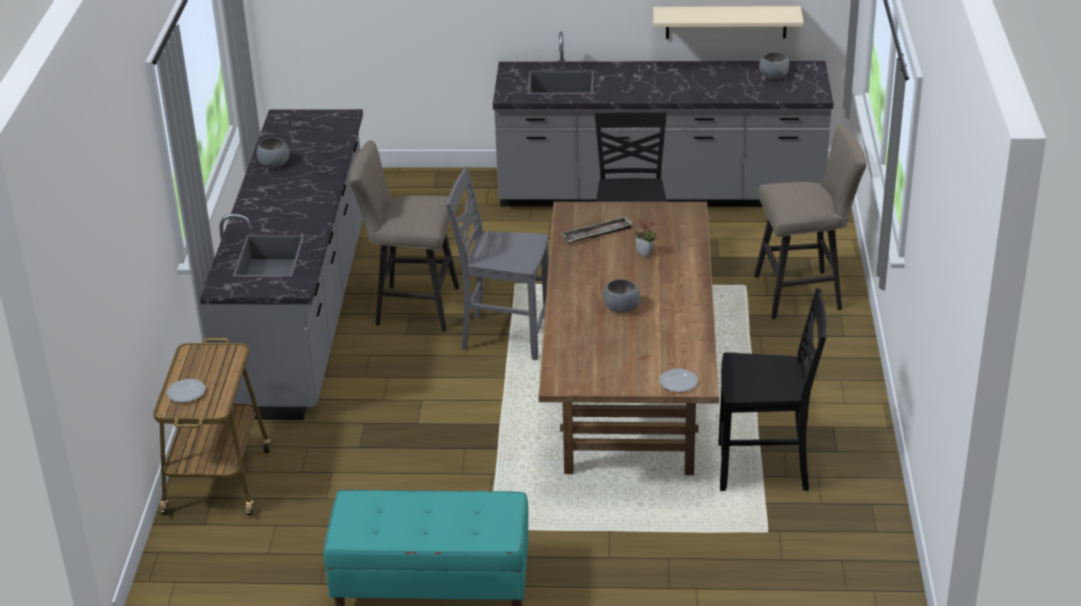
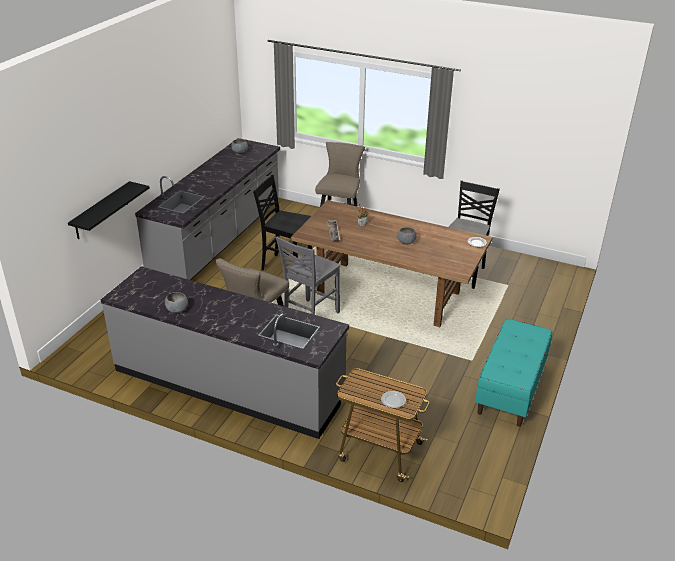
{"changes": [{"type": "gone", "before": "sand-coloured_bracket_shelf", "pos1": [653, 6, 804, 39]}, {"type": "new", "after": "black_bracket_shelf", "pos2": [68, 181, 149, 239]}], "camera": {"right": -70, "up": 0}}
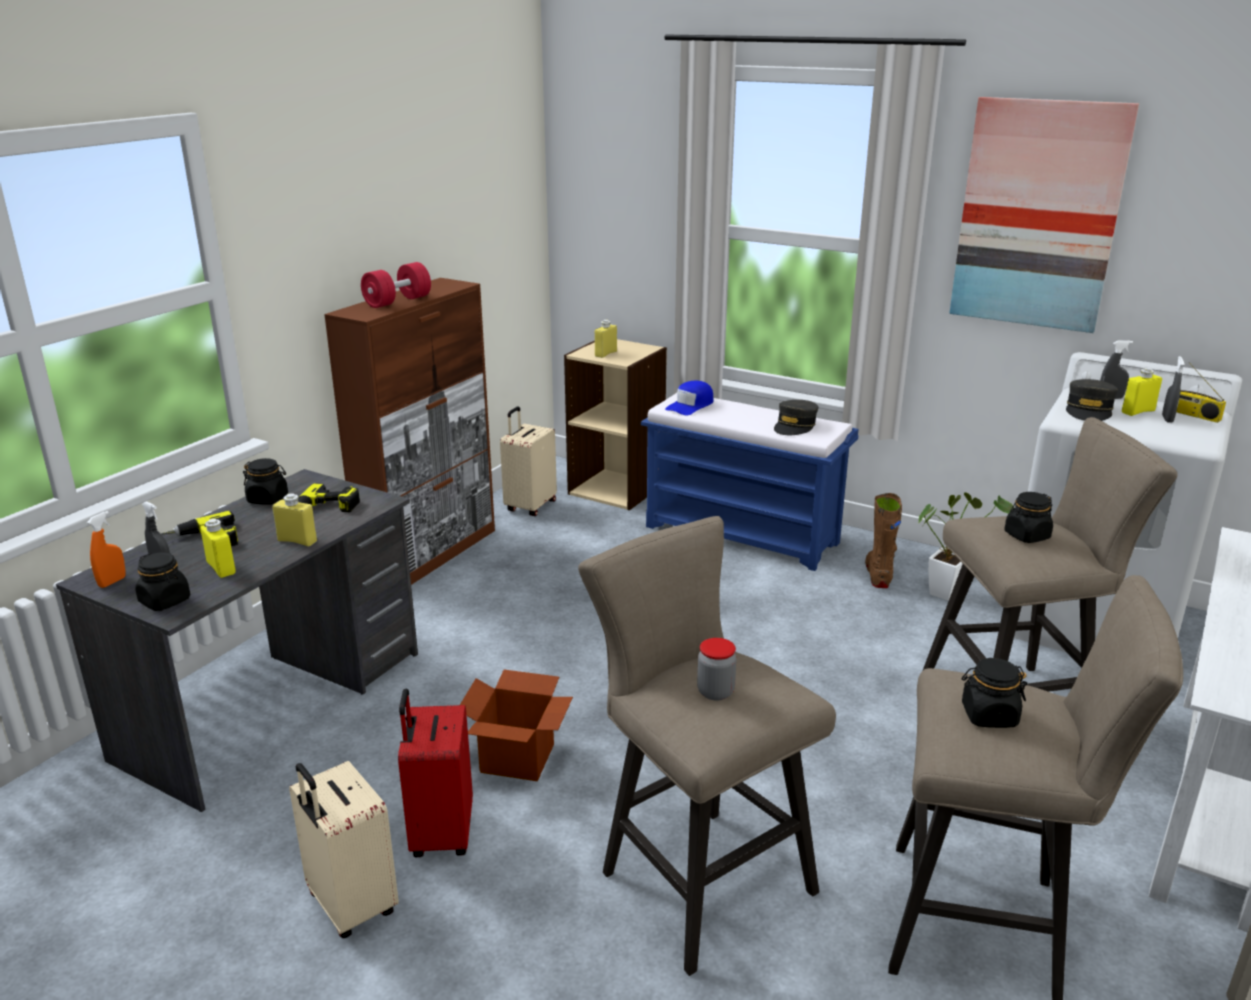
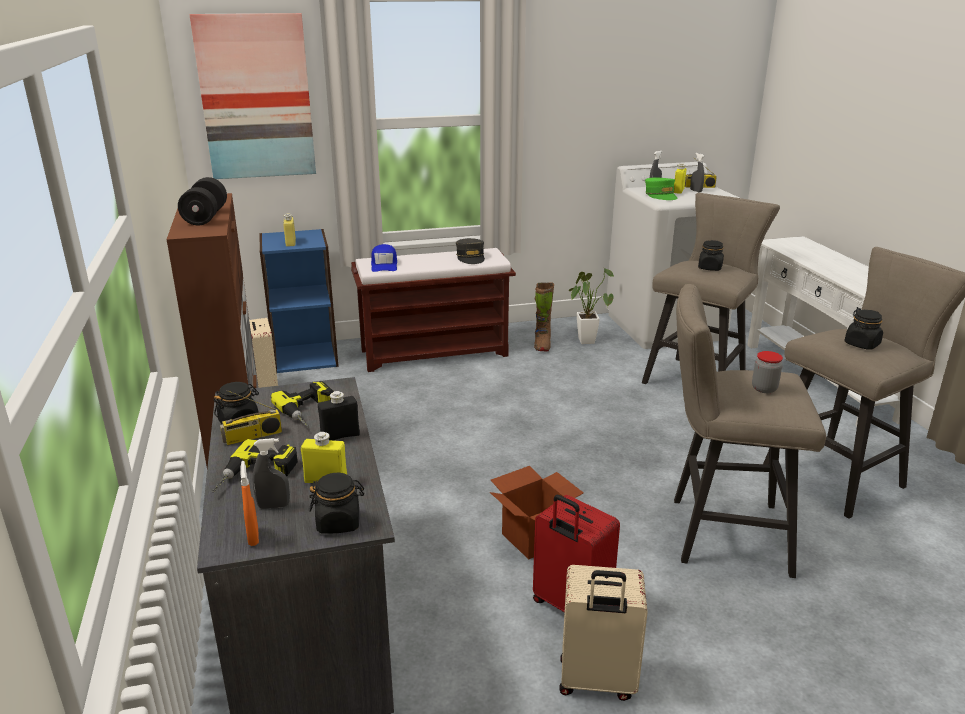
{"changes": [{"type": "new", "after": "radio", "pos2": [220, 390, 282, 445]}, {"type": "shifted", "before": "wall_art", "pos1": [949, 97, 1139, 333], "pos2": [189, 13, 316, 179]}, {"type": "repainted", "before": "yellow-coloured_beverage_bottle", "after": "black_beverage_bottle", "pos1": [272, 493, 317, 547], "pos2": [318, 391, 360, 440]}, {"type": "repainted", "before": "red_hand_weight", "after": "black_hand_weight", "pos1": [361, 262, 431, 308], "pos2": [178, 177, 227, 225]}, {"type": "repainted", "before": "sand-coloured_shelving_unit", "after": "bluish_shelving_unit", "pos1": [564, 339, 667, 510], "pos2": [259, 229, 339, 373]}, {"type": "repainted", "before": "bluish_indoor_bench", "after": "brownish_indoor_bench", "pos1": [641, 393, 858, 571], "pos2": [351, 248, 516, 372]}, {"type": "repainted", "before": "greyish_peaked_cap", "after": "green-coloured_peaked_cap", "pos1": [1066, 379, 1118, 421], "pos2": [645, 178, 678, 200]}, {"type": "rotated", "before": "brownish_boot", "pos1": [865, 493, 902, 588], "pos2": [534, 282, 554, 351], "turn": -135}], "camera": {"right": -45, "up": 0}}
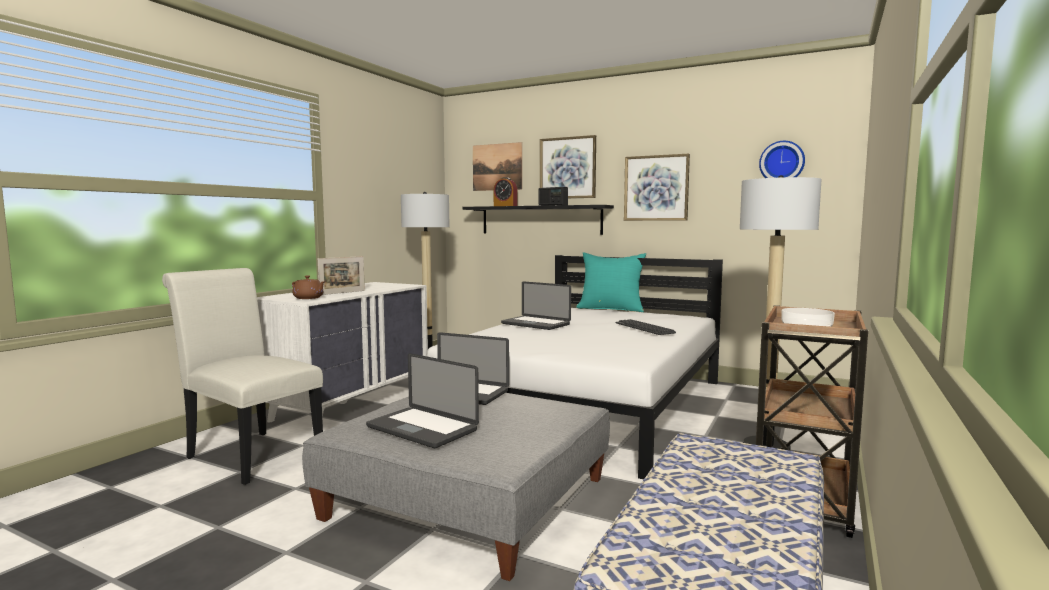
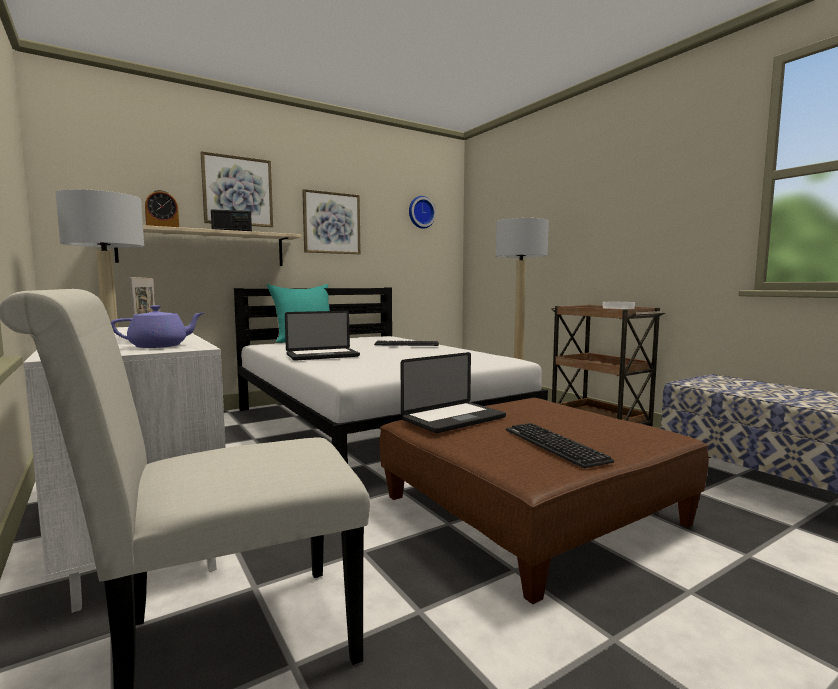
{"changes": [{"type": "gone", "before": "wall_art", "pos1": [473, 142, 522, 191]}, {"type": "swapped", "before": "portable_computer", "after": "keyboard", "pos1": [366, 353, 479, 448], "pos2": [506, 423, 614, 468]}, {"type": "repainted", "before": "brownish_teapot", "after": "purplish_teapot", "pos1": [292, 276, 325, 299], "pos2": [111, 305, 204, 348]}, {"type": "repainted", "before": "greyish_pouffe", "after": "brownish_pouffe", "pos1": [302, 393, 610, 581], "pos2": [379, 398, 709, 604]}, {"type": "repainted", "before": "black_bracket_shelf", "after": "sand-coloured_bracket_shelf", "pos1": [462, 205, 614, 235], "pos2": [114, 225, 301, 266]}], "camera": {"right": -60, "up": 0}}
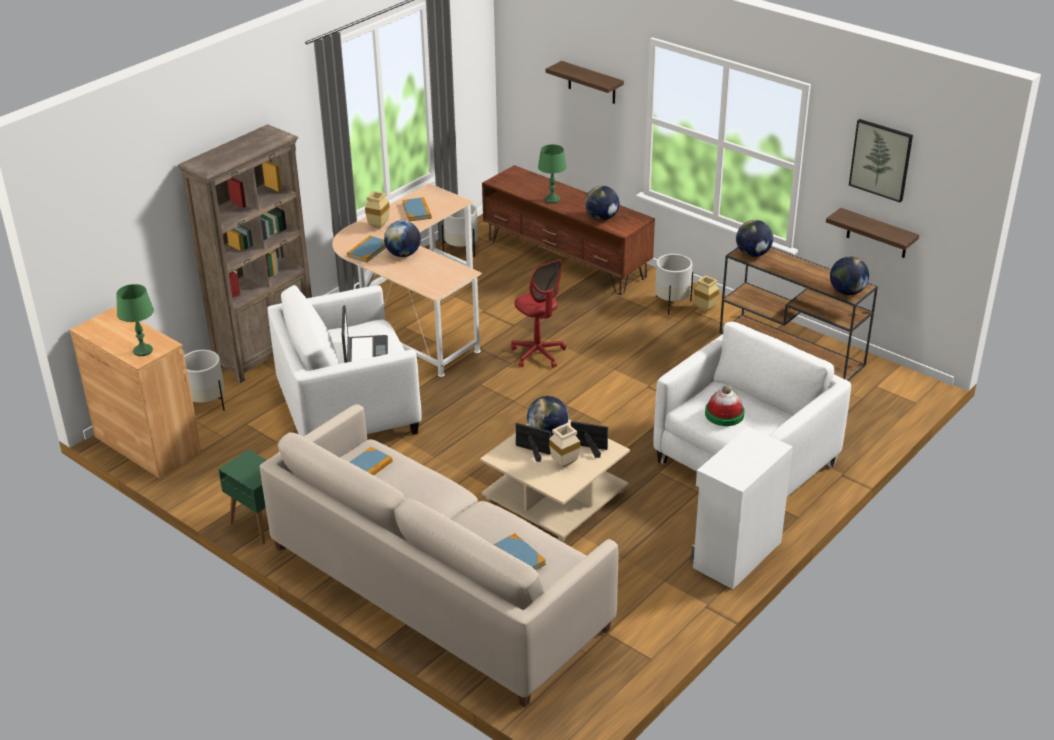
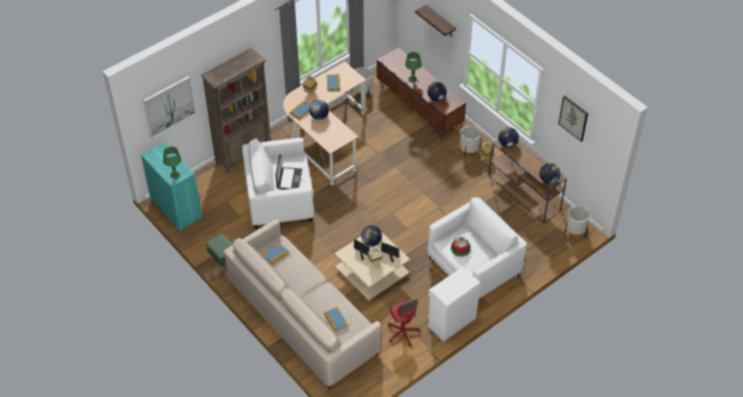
{"changes": [{"type": "gone", "before": "bracket_shelf", "pos1": [826, 208, 919, 258]}, {"type": "new", "after": "wall_art", "pos2": [143, 76, 196, 139]}, {"type": "shifted", "before": "white_planter", "pos1": [184, 350, 225, 411], "pos2": [564, 206, 590, 237]}, {"type": "shifted", "before": "red_computer_chair", "pos1": [511, 259, 566, 368], "pos2": [388, 299, 420, 347]}, {"type": "repainted", "before": "brownish_storage_cabinet", "after": "turquoise_storage_cabinet", "pos1": [70, 307, 202, 479], "pos2": [141, 142, 202, 230]}], "camera": {"right": 10, "up": 15}}
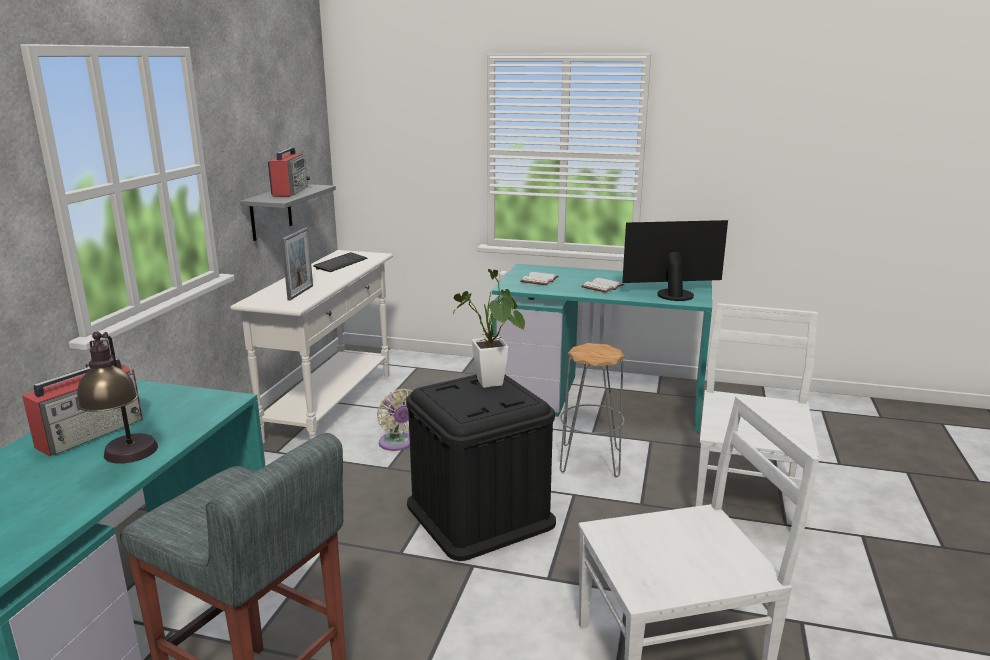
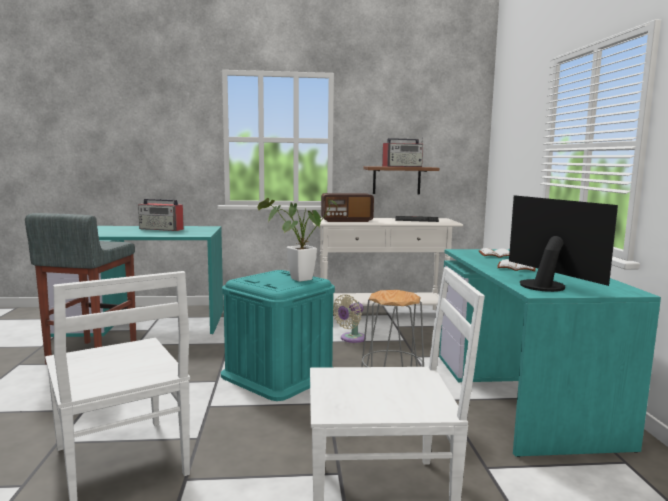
{"changes": [{"type": "gone", "before": "tabletop_lamp", "pos1": [77, 331, 158, 464]}, {"type": "swapped", "before": "standing_frame", "after": "radio", "pos1": [281, 228, 313, 301], "pos2": [321, 193, 374, 222]}, {"type": "repainted", "before": "greyish_bracket_shelf", "after": "brownish_bracket_shelf", "pos1": [240, 184, 336, 241], "pos2": [363, 166, 439, 194]}, {"type": "repainted", "before": "black_storage_box", "after": "turquoise_storage_box", "pos1": [406, 374, 556, 561], "pos2": [221, 270, 335, 401]}], "camera": {"right": 70, "up": -10}}
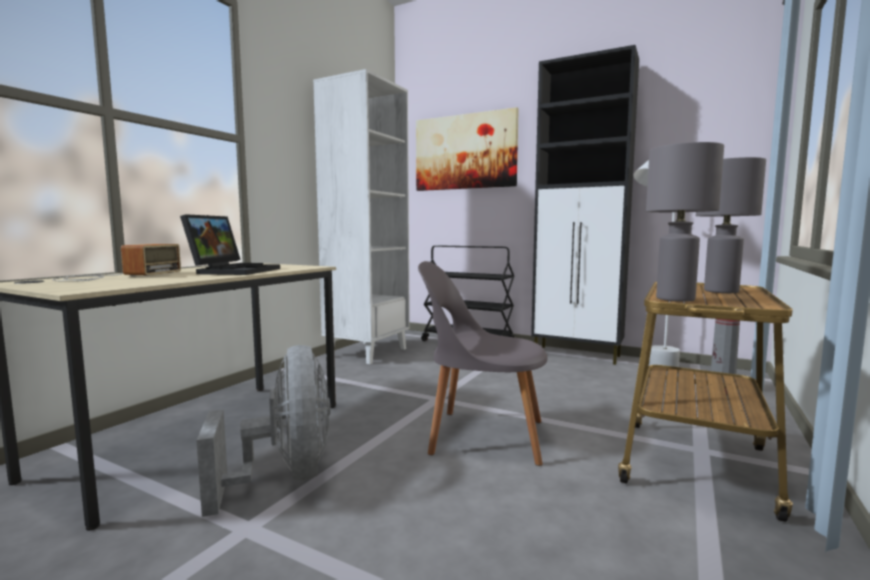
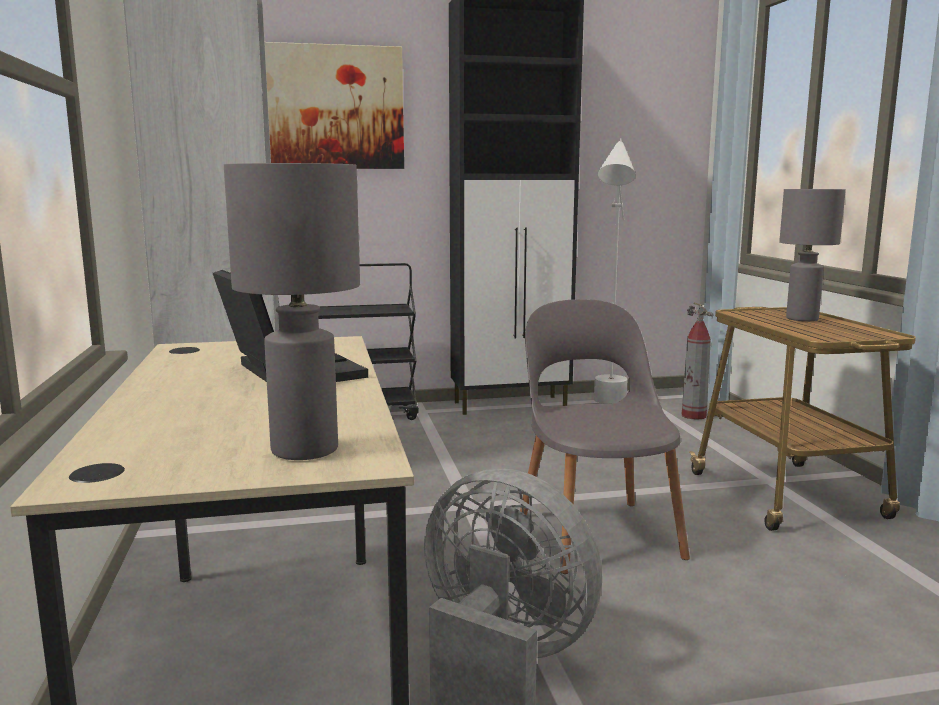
{"changes": [{"type": "gone", "before": "radio", "pos1": [53, 244, 181, 282]}, {"type": "shifted", "before": "greyish_tabletop_lamp", "pos1": [646, 142, 724, 302], "pos2": [224, 163, 360, 460]}, {"type": "rotated", "before": "greyish_chair", "pos1": [418, 261, 547, 466], "pos2": [520, 299, 690, 574], "turn": 105}], "camera": {"right": -40, "up": 5}}
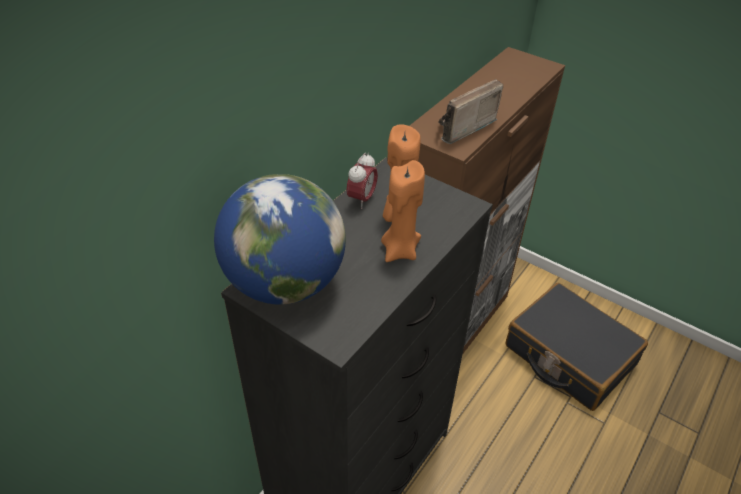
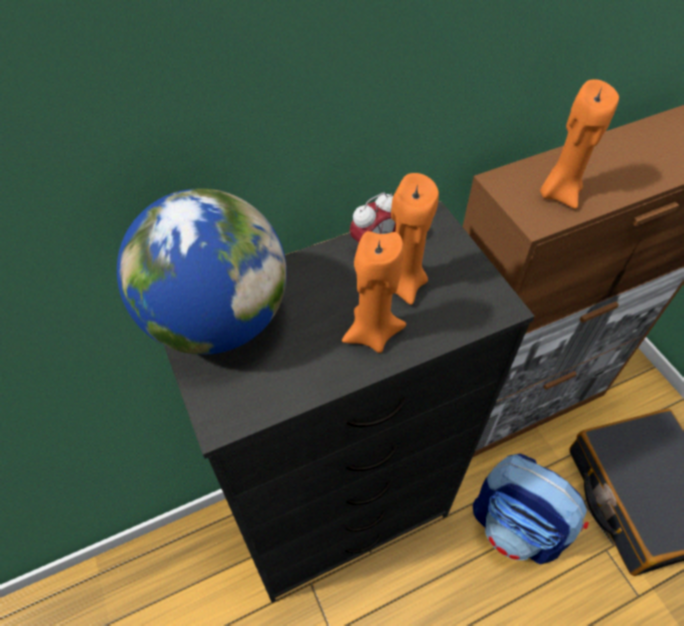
{"changes": [{"type": "new", "after": "backpack", "pos2": [473, 453, 589, 564]}, {"type": "swapped", "before": "radio", "after": "orangey_wax_candle", "pos1": [438, 79, 503, 144], "pos2": [540, 79, 619, 209]}], "camera": {"right": 30, "up": 10}}
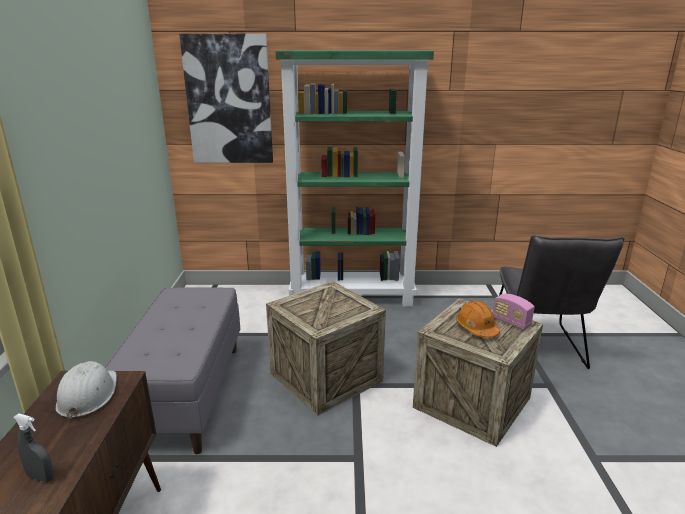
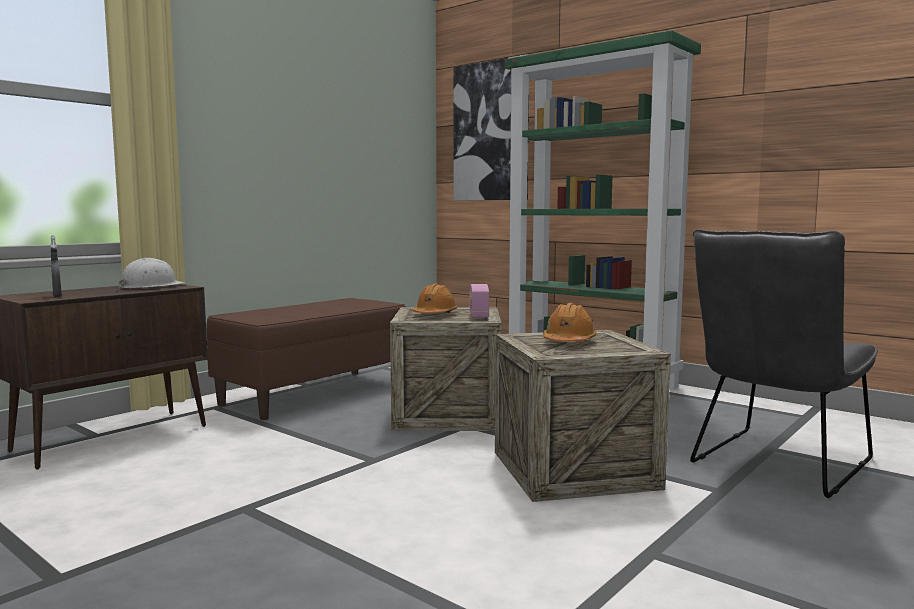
{"changes": [{"type": "new", "after": "orangey_hard_hat", "pos2": [413, 283, 457, 313]}, {"type": "shifted", "before": "radio", "pos1": [493, 294, 535, 330], "pos2": [469, 284, 489, 319]}, {"type": "repainted", "before": "greyish_indoor_bench", "after": "brownish_indoor_bench", "pos1": [105, 287, 240, 454], "pos2": [206, 298, 406, 420]}], "camera": {"right": 40, "up": -15}}
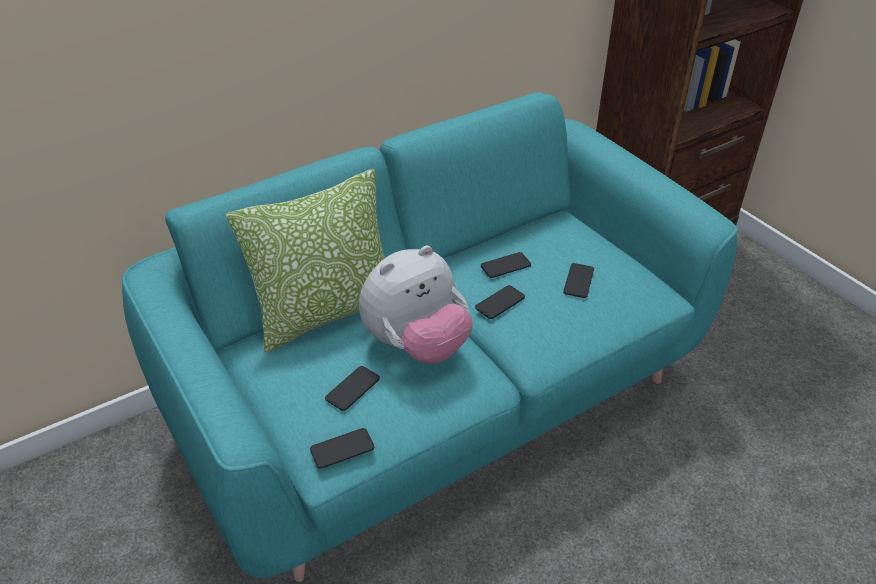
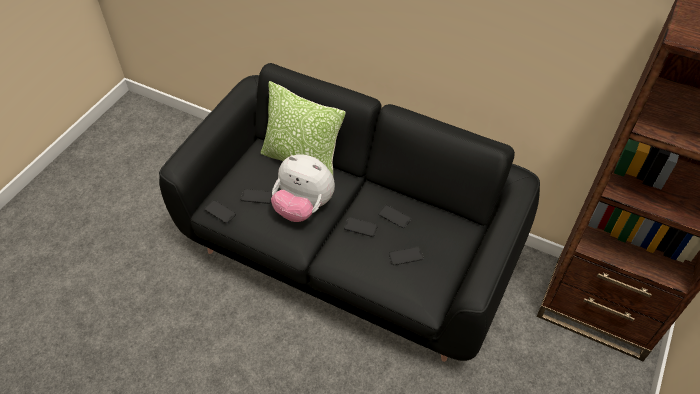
{"changes": [{"type": "repainted", "before": "turquoise_settee", "after": "black_settee", "pos1": [122, 92, 738, 582], "pos2": [159, 63, 540, 362]}], "camera": {"right": 60, "up": 10}}
